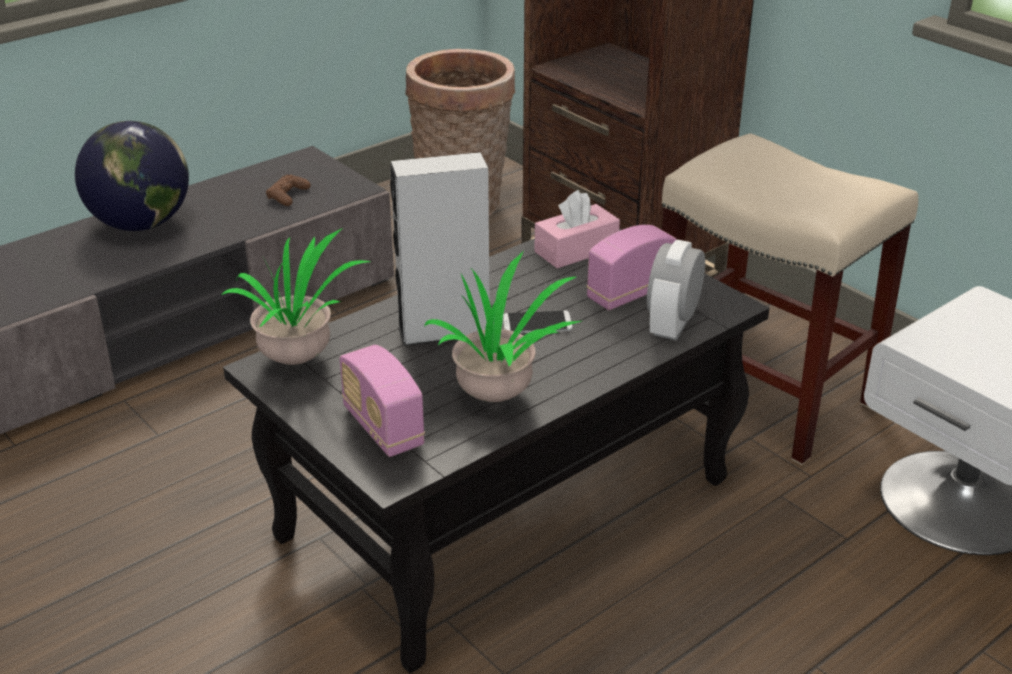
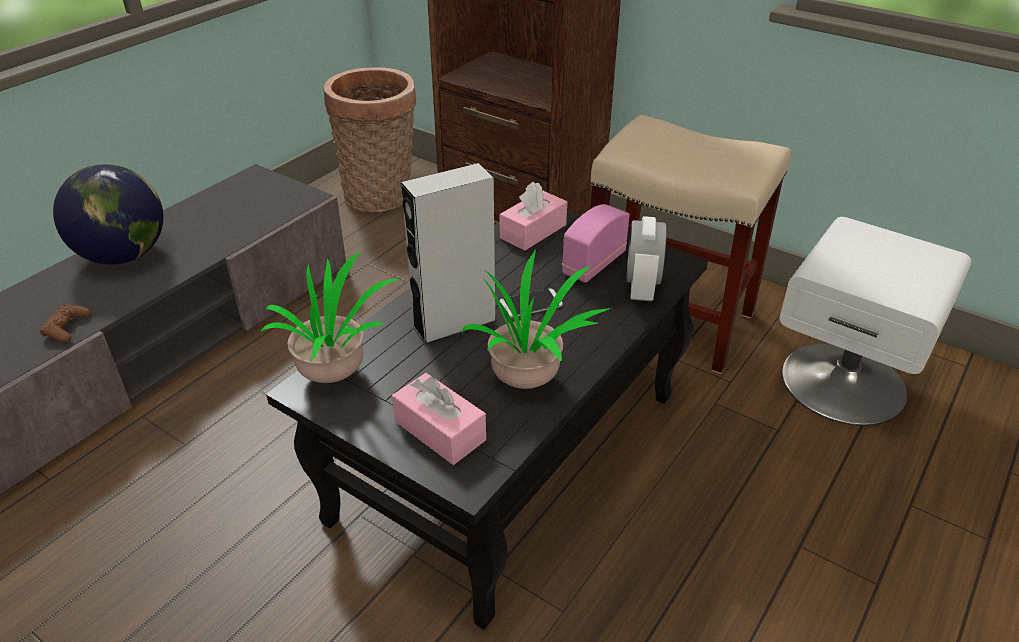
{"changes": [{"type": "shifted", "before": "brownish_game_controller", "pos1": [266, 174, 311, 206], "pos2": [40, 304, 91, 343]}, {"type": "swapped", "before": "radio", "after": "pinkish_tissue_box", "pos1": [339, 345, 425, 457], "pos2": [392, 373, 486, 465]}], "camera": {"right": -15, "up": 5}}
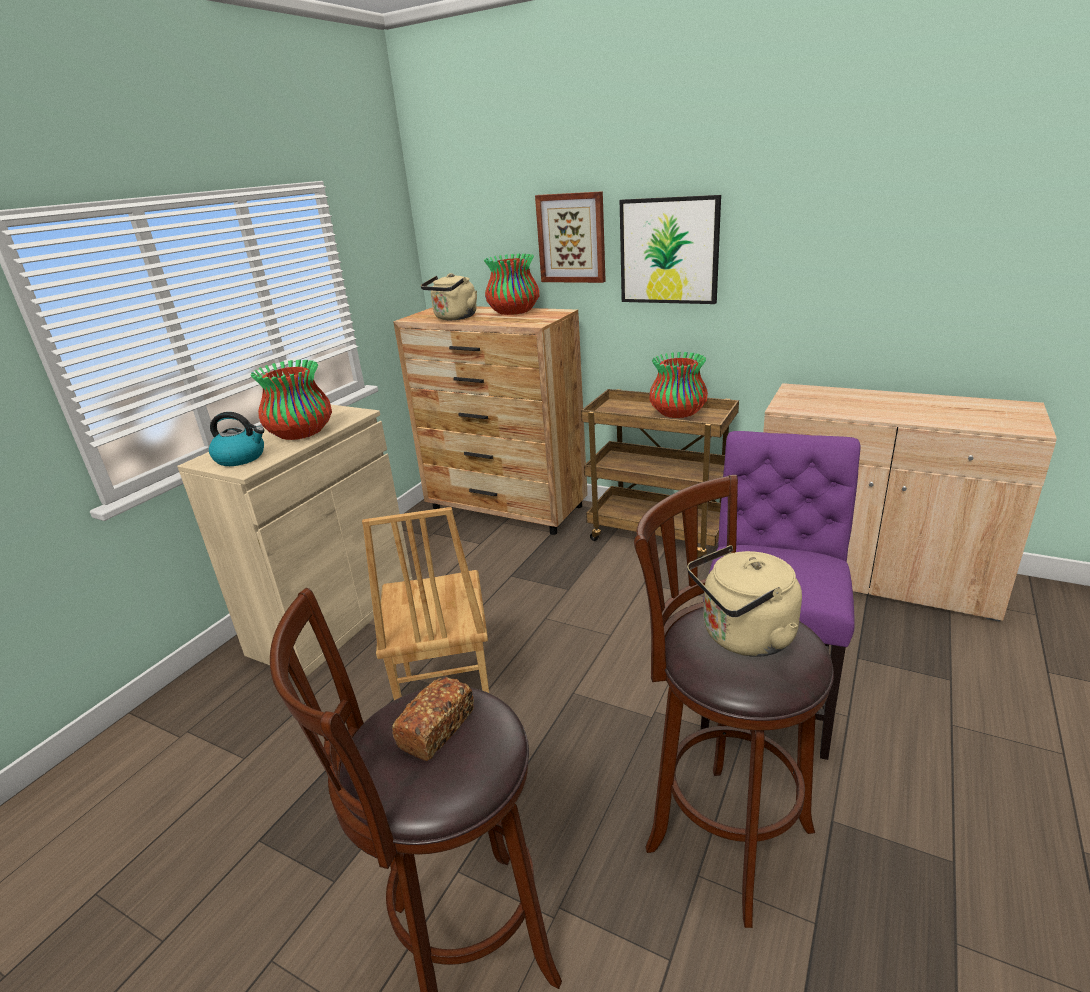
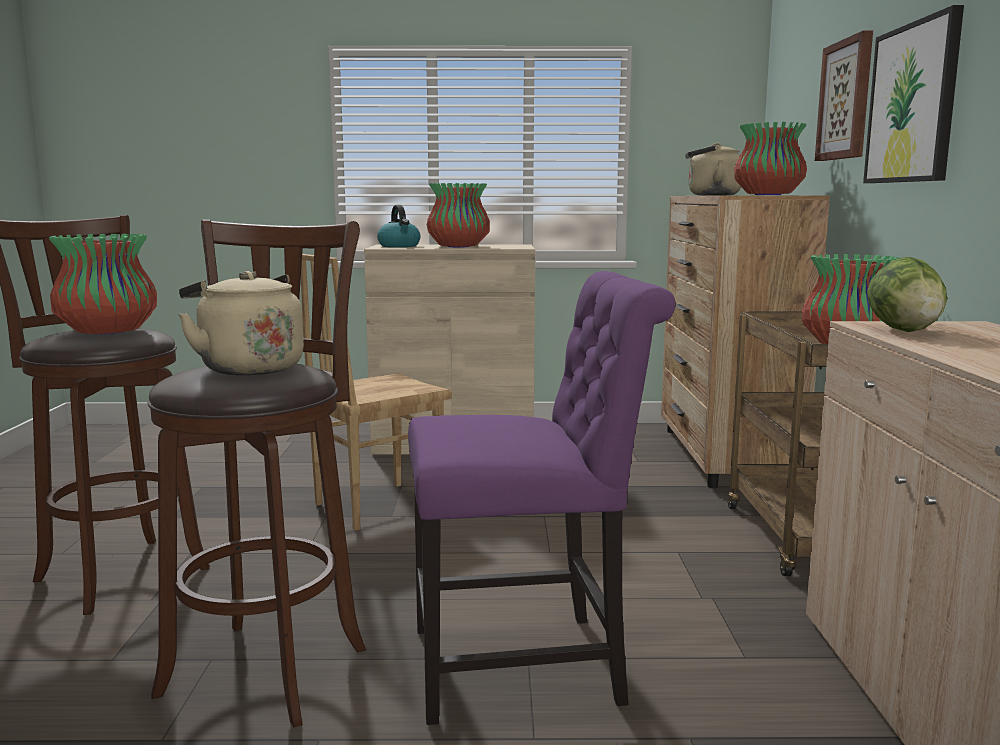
{"changes": [{"type": "new", "after": "head_of_lettuce", "pos2": [867, 257, 947, 332]}, {"type": "swapped", "before": "baked_bread", "after": "vase", "pos1": [392, 677, 474, 761], "pos2": [49, 234, 157, 334]}], "camera": {"right": 60, "up": -15}}
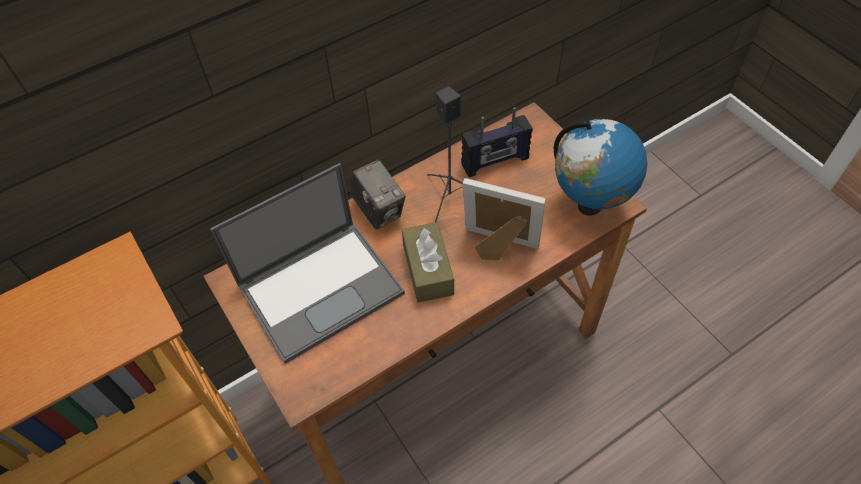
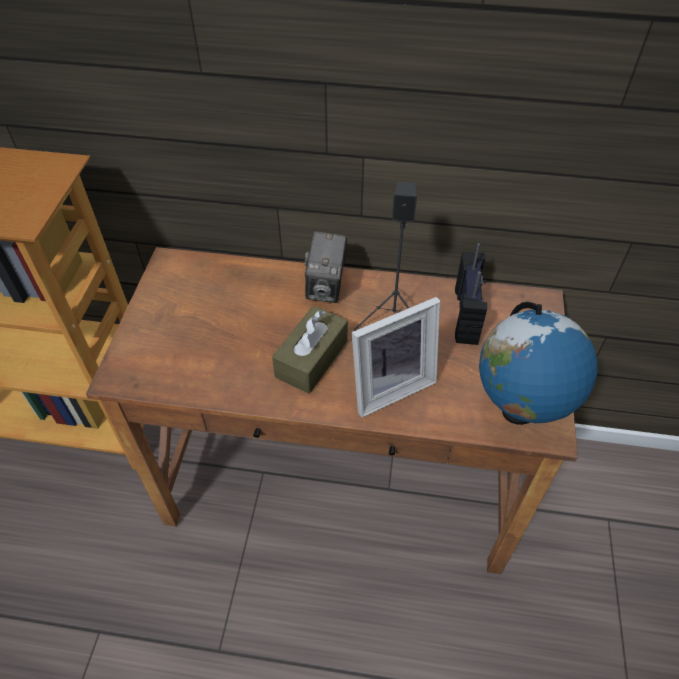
{"changes": [{"type": "gone", "before": "portable_computer", "pos1": [210, 163, 405, 364]}, {"type": "rotated", "before": "radio", "pos1": [461, 107, 533, 177], "pos2": [455, 243, 487, 345], "turn": -105}, {"type": "rotated", "before": "standing_frame", "pos1": [463, 178, 546, 260], "pos2": [352, 297, 440, 417], "turn": 90}], "camera": {"right": 40, "up": -5}}
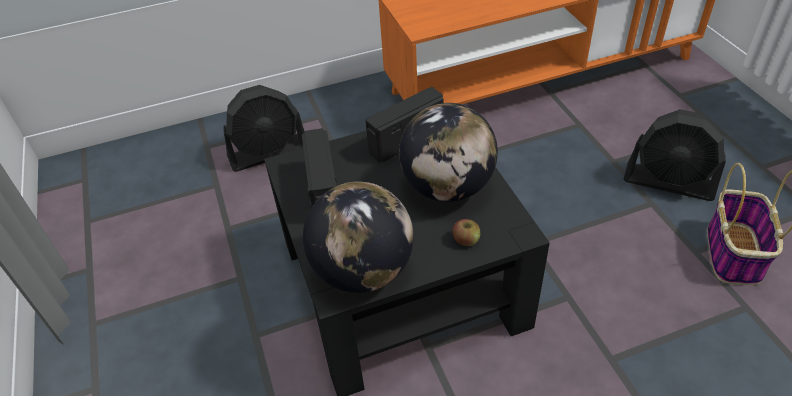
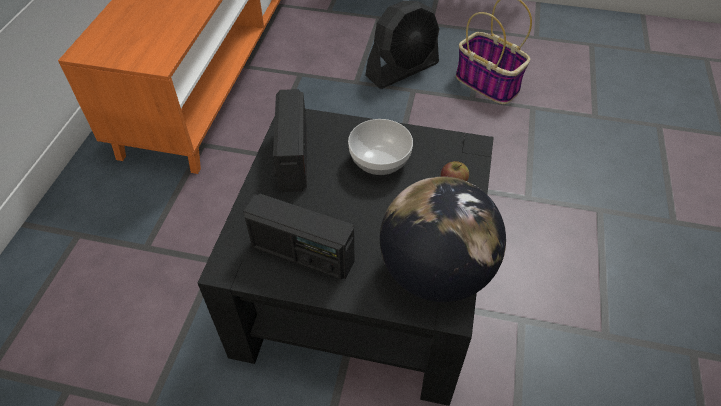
{"changes": [{"type": "gone", "before": "black_cooling_fan", "pos1": [224, 85, 304, 172]}, {"type": "swapped", "before": "desk_globe", "after": "deep_dish", "pos1": [399, 103, 498, 202], "pos2": [348, 119, 413, 175]}], "camera": {"right": -60, "up": 5}}
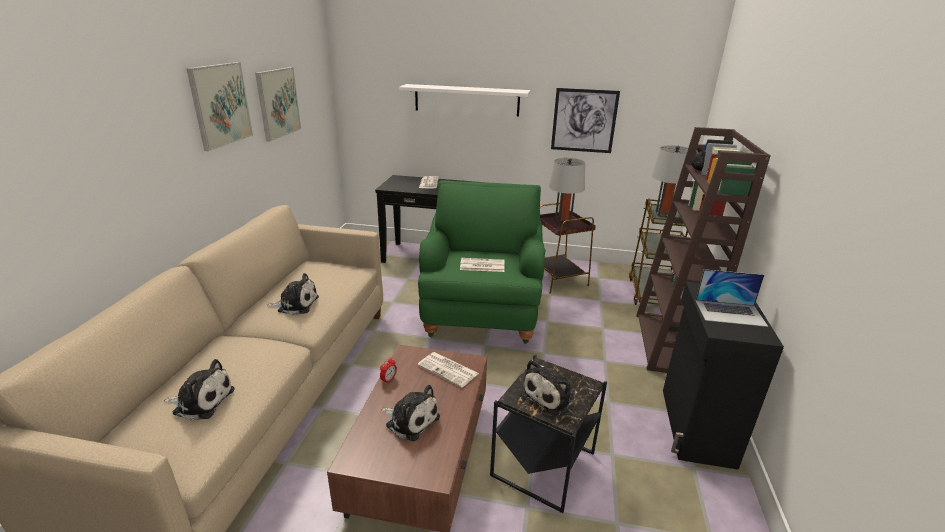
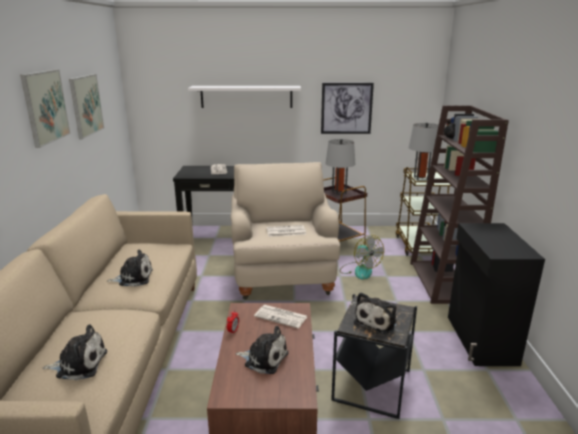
{"changes": [{"type": "gone", "before": "portable_computer", "pos1": [696, 269, 768, 327]}, {"type": "new", "after": "cooling_fan", "pos2": [340, 235, 384, 280]}, {"type": "repainted", "before": "green-coloured_easy_chair", "after": "sand-coloured_easy_chair", "pos1": [418, 180, 545, 344], "pos2": [230, 162, 340, 300]}], "camera": {"right": -10, "up": -5}}
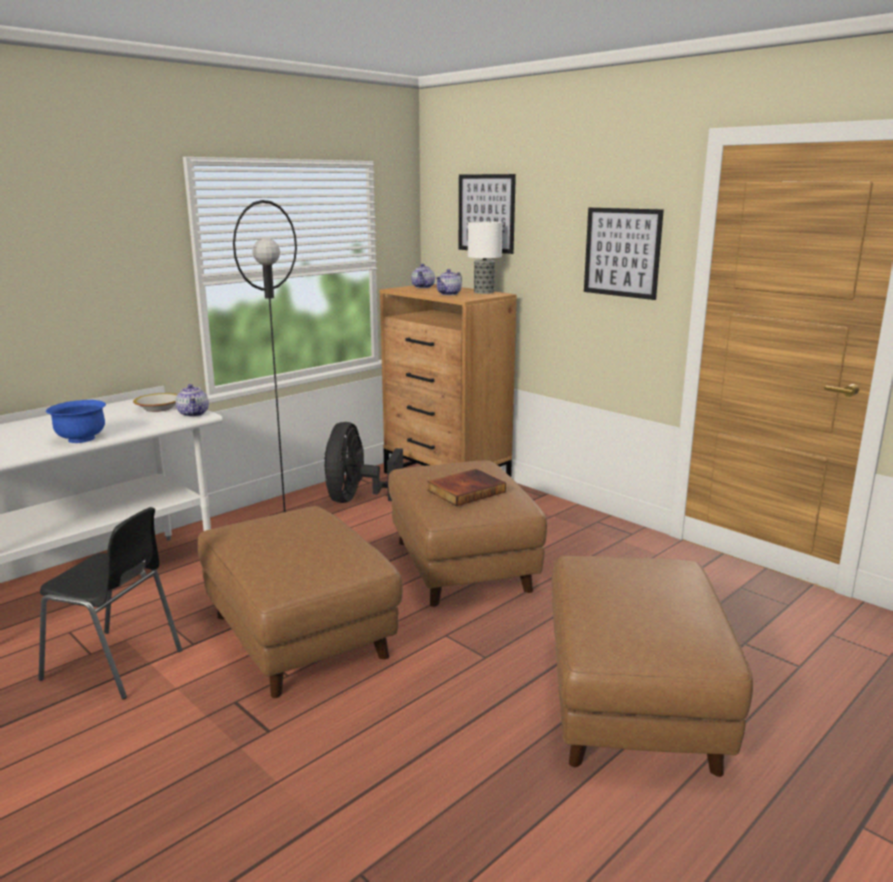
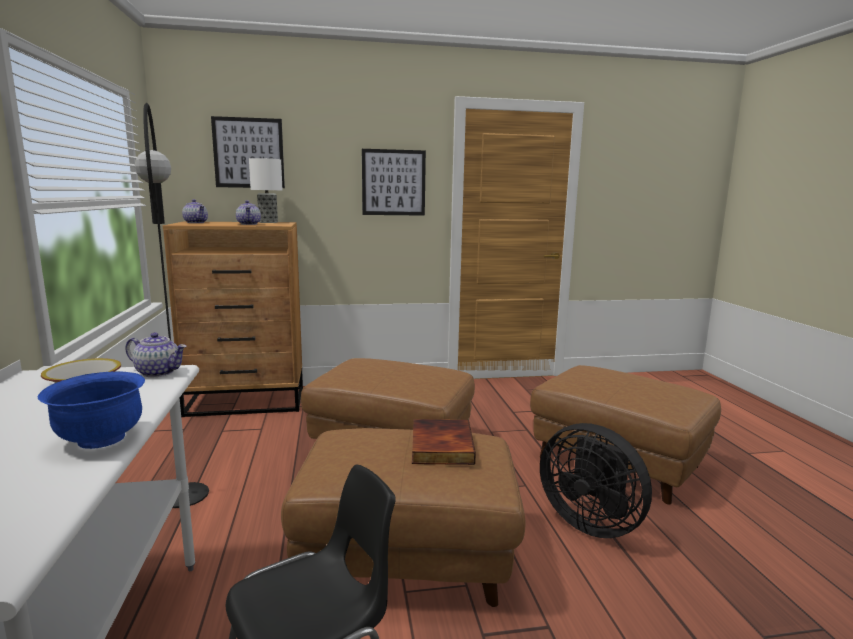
{"changes": [{"type": "shifted", "before": "black_cooling_fan", "pos1": [324, 422, 403, 503], "pos2": [540, 423, 652, 538]}, {"type": "shifted", "before": "book", "pos1": [427, 469, 506, 506], "pos2": [412, 419, 476, 465]}], "camera": {"right": -55, "up": -5}}
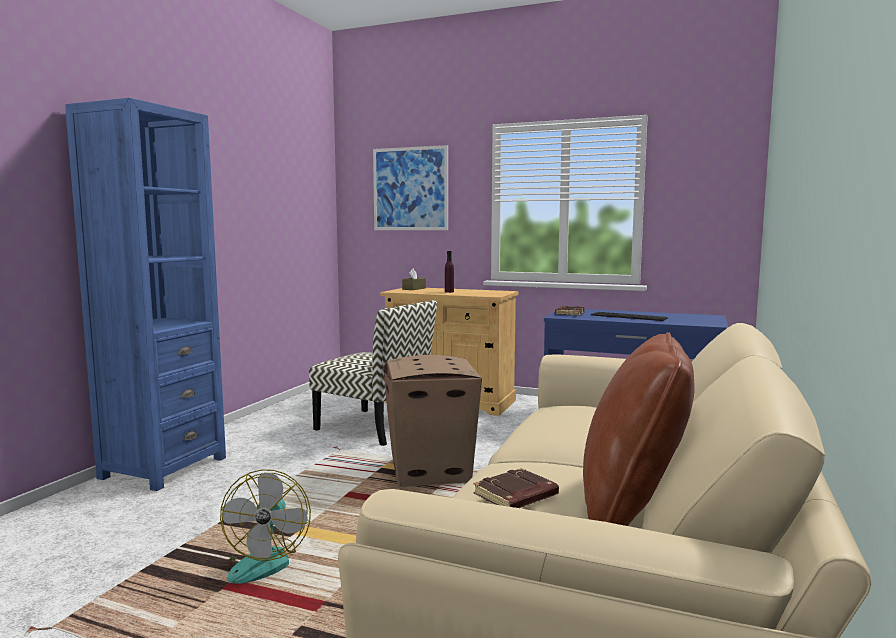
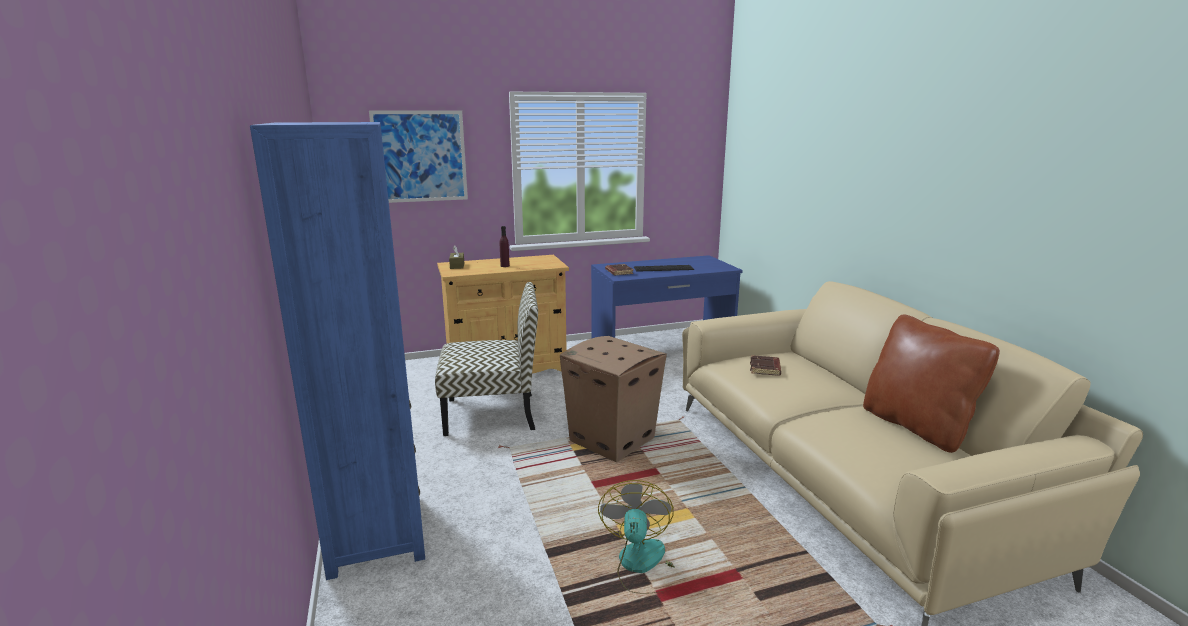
{"changes": [{"type": "shifted", "before": "brownish_book", "pos1": [474, 468, 559, 508], "pos2": [750, 355, 781, 376]}, {"type": "rotated", "before": "cooling_fan", "pos1": [220, 469, 311, 584], "pos2": [598, 480, 675, 593], "turn": -135}], "camera": {"right": -40, "up": 10}}
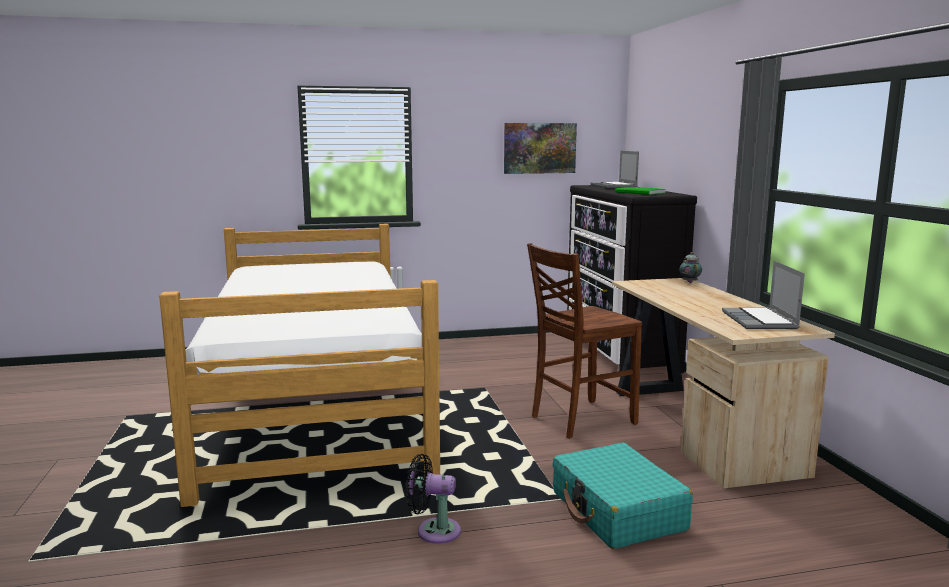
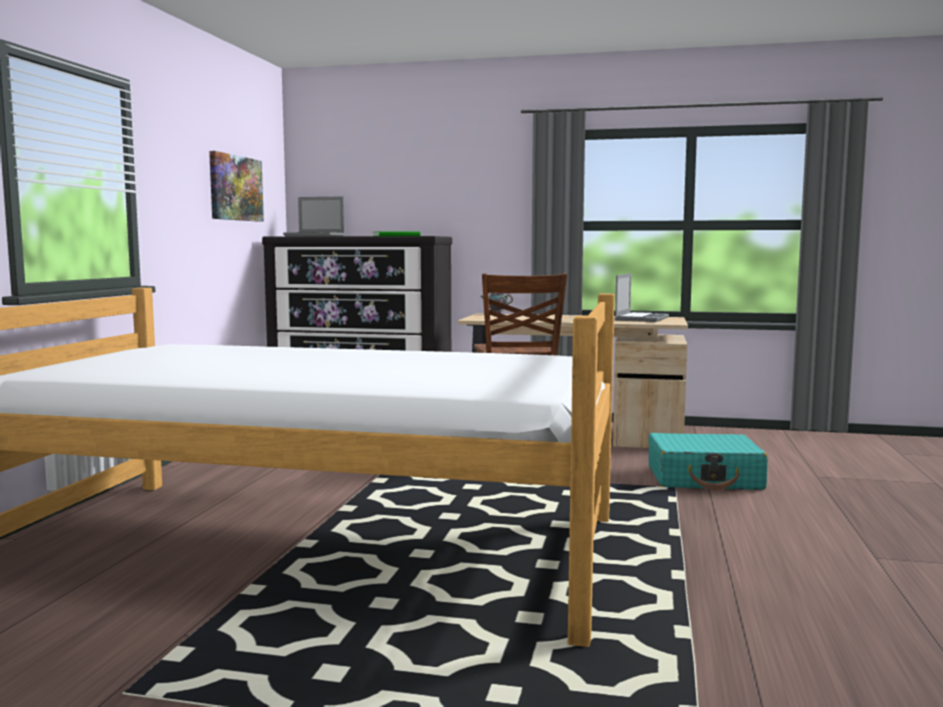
{"changes": [{"type": "gone", "before": "black_cooling_fan", "pos1": [406, 454, 461, 544]}, {"type": "rotated", "before": "portable_computer", "pos1": [722, 261, 805, 329], "pos2": [615, 273, 669, 322], "turn": -90}], "camera": {"right": -65, "up": -5}}
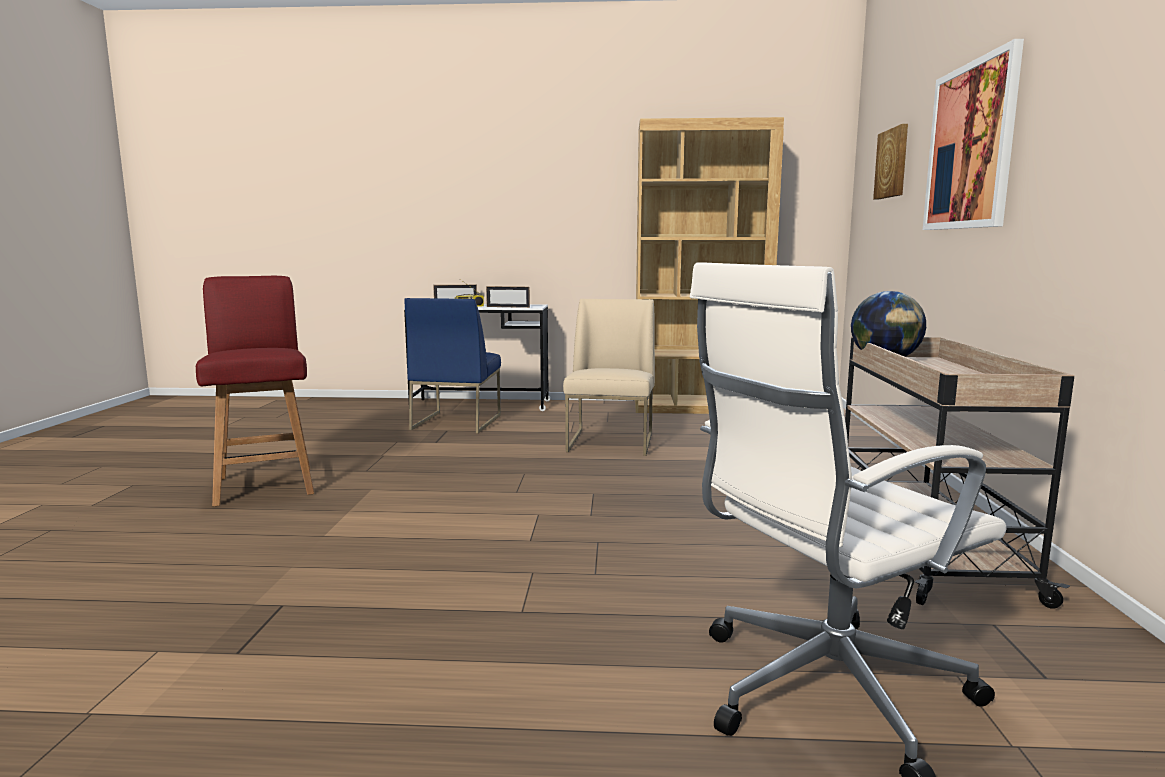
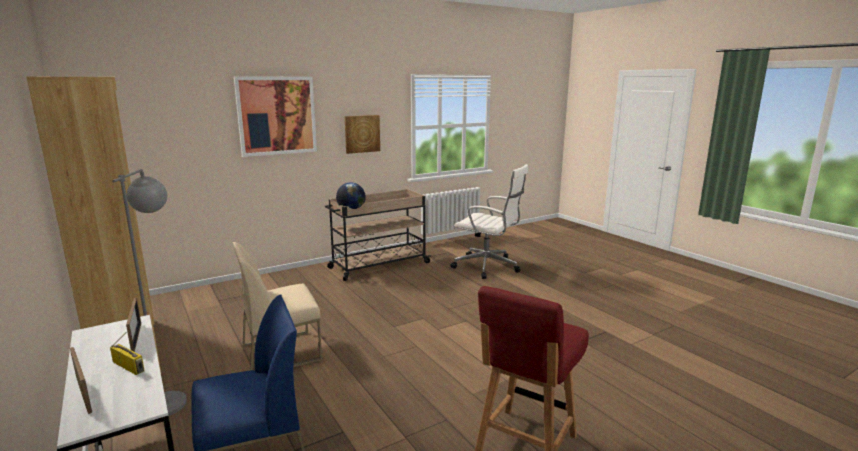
{"changes": [{"type": "new", "after": "greyish_standing_lamp", "pos2": [112, 169, 187, 416]}, {"type": "shifted", "before": "wall_art", "pos1": [873, 124, 908, 199], "pos2": [344, 115, 380, 154]}], "camera": {"right": -125, "up": 5}}
